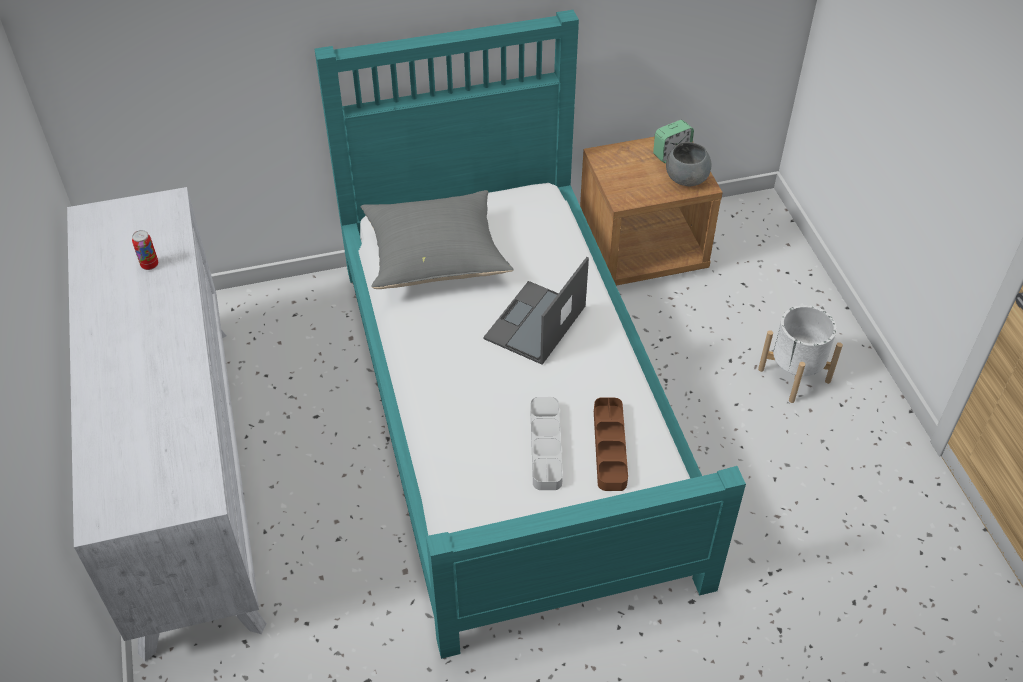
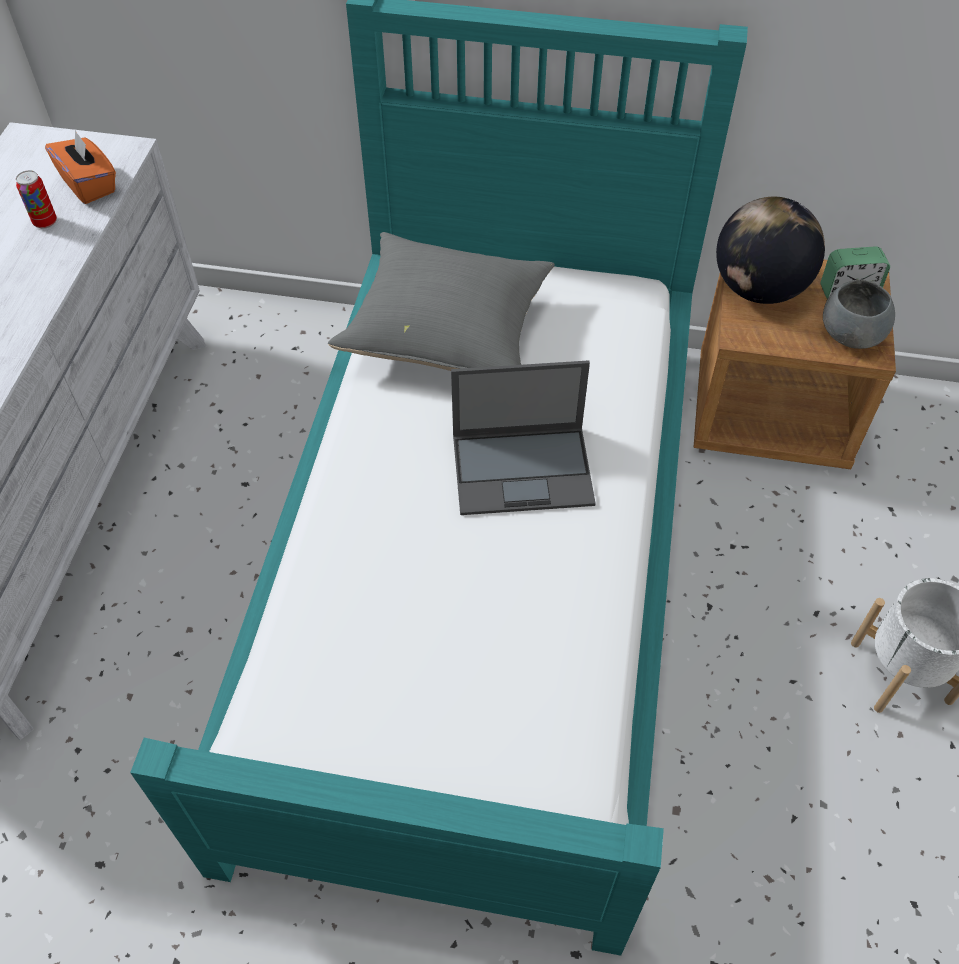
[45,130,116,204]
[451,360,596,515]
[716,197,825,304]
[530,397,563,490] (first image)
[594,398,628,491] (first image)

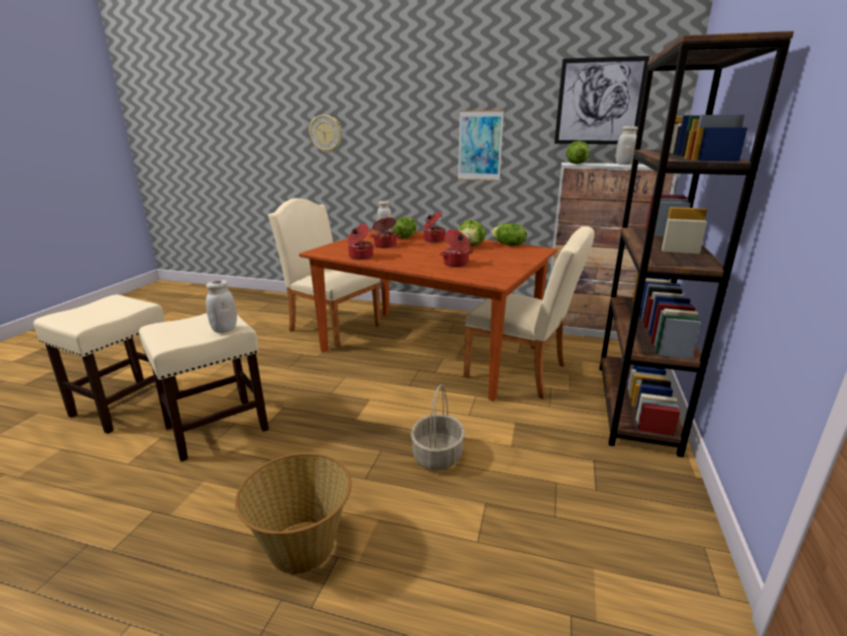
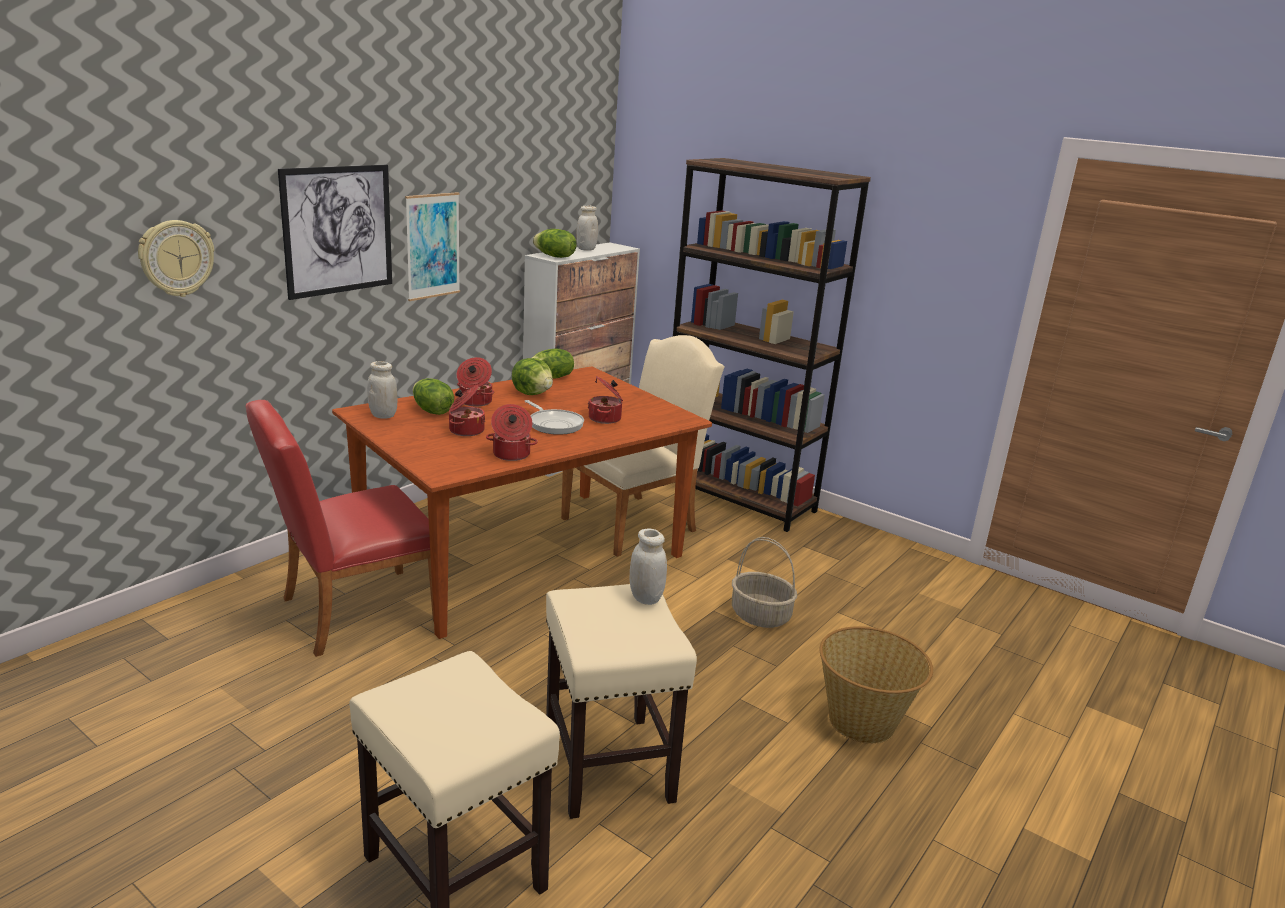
[246,400,434,657]
[278,165,392,300]
[525,400,584,435]

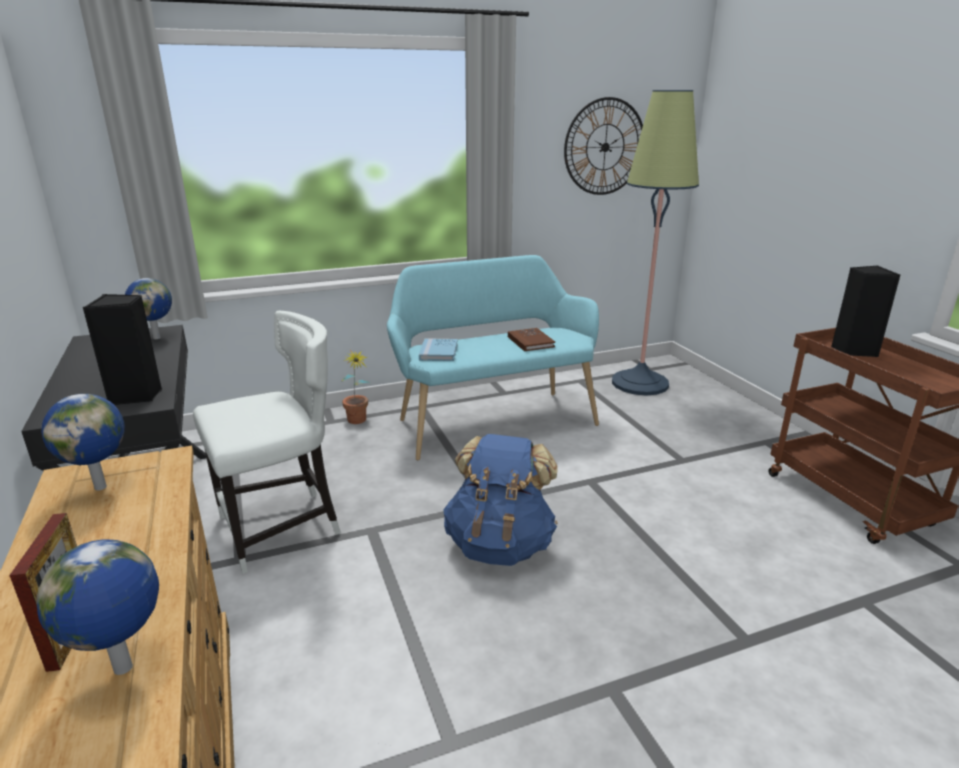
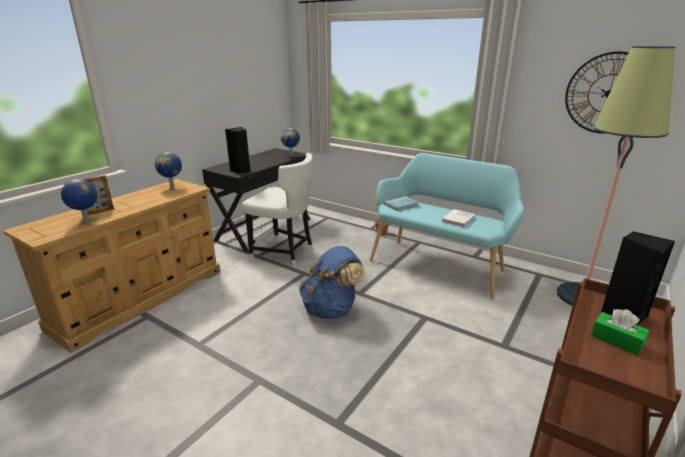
[442,209,475,227]
[591,309,650,355]

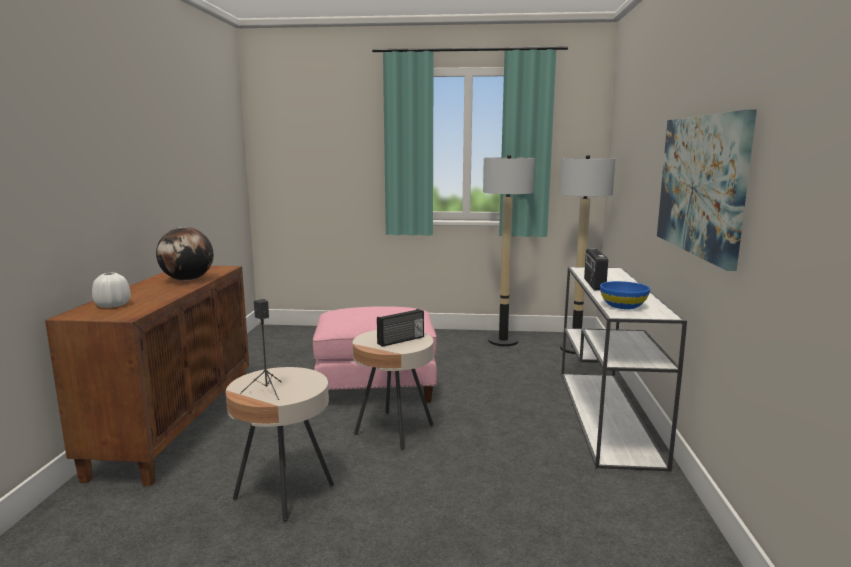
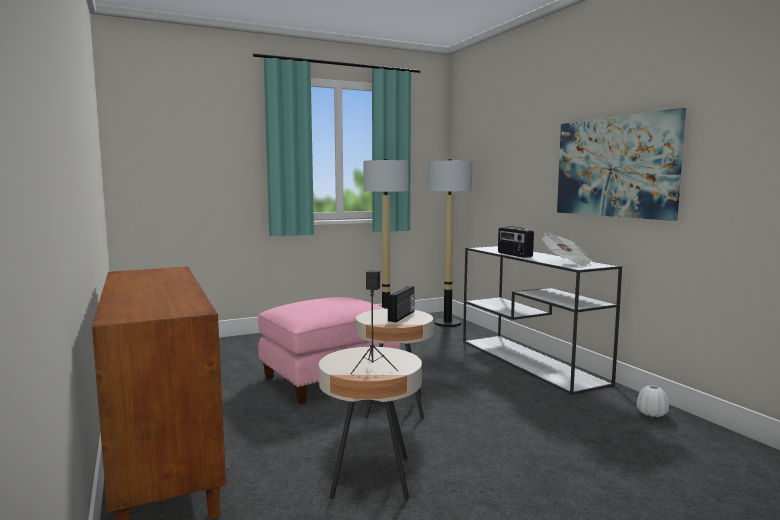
[542,233,593,267]
[637,385,669,417]
[156,227,214,281] (first image)

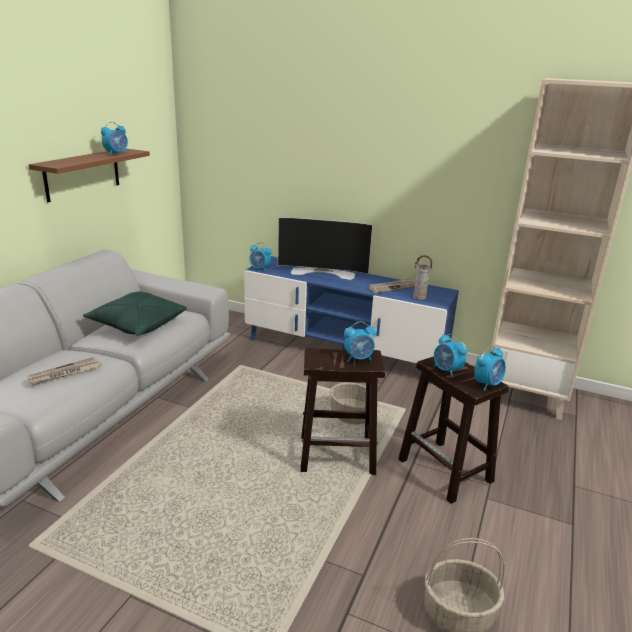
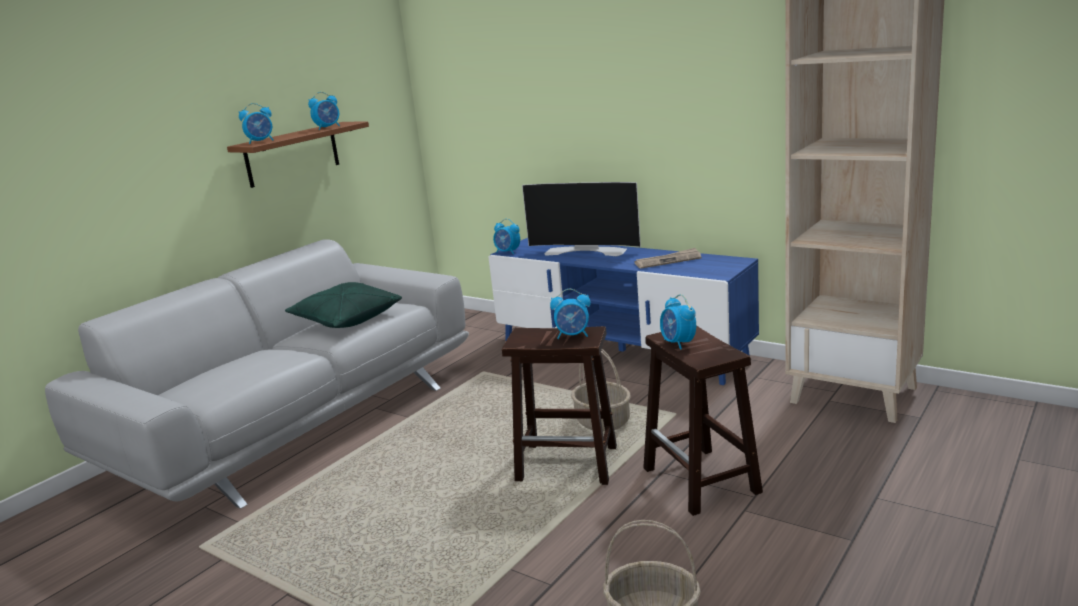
[239,103,273,144]
[27,357,102,386] (first image)
[413,255,432,299] (first image)

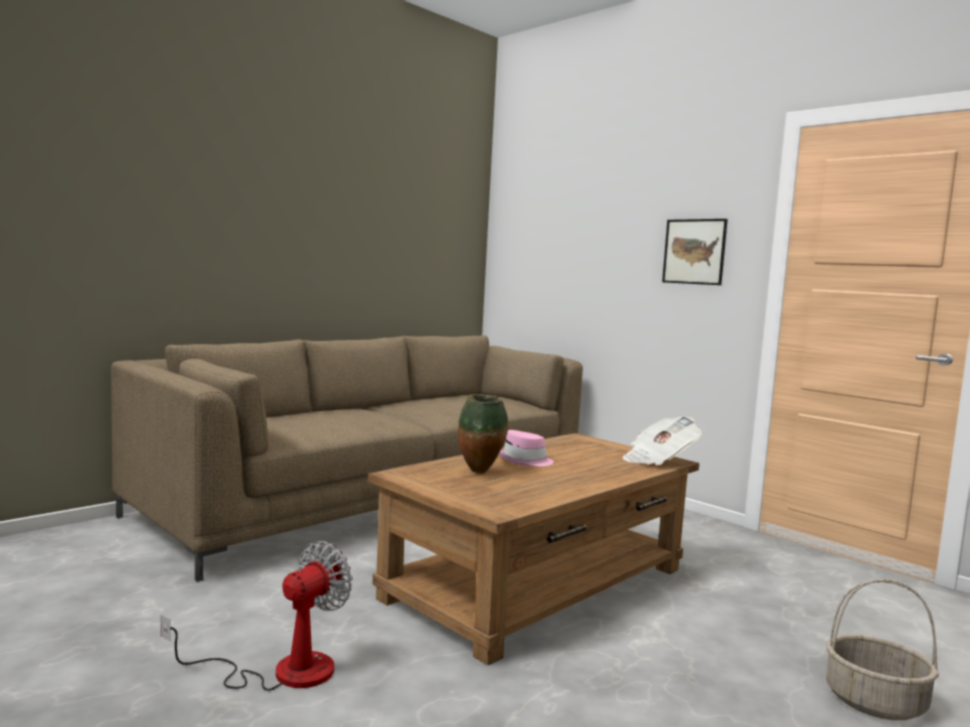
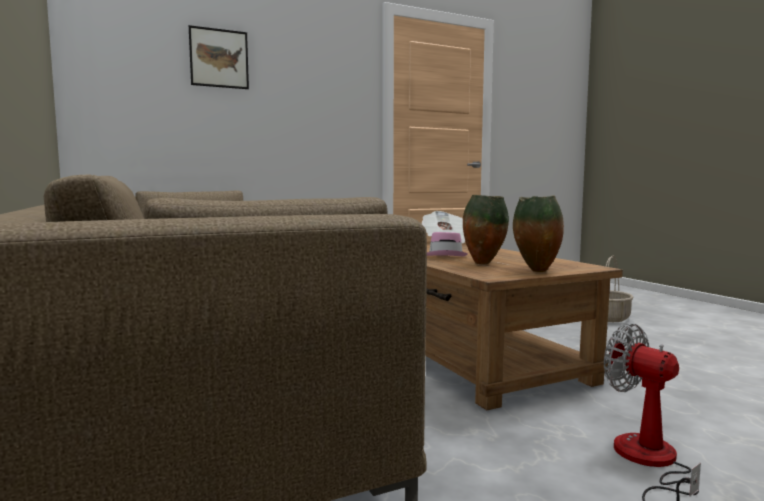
[189,25,249,89]
[513,196,564,272]

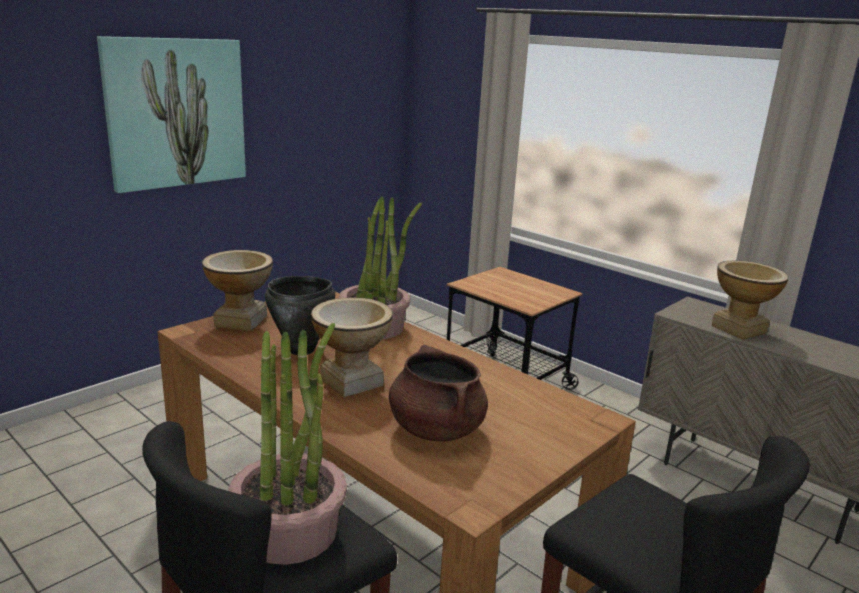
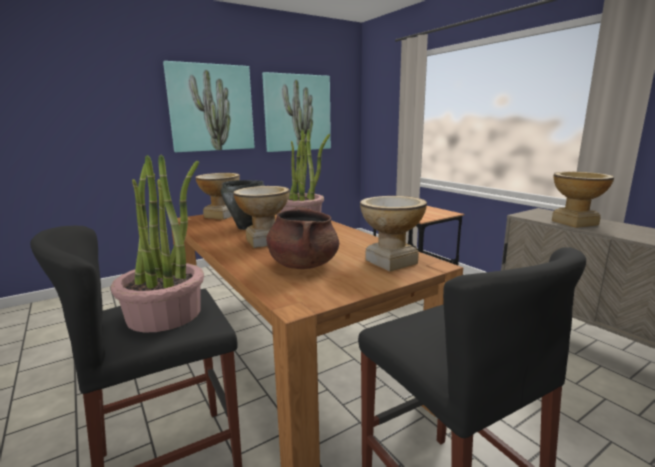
[262,72,331,152]
[360,196,427,272]

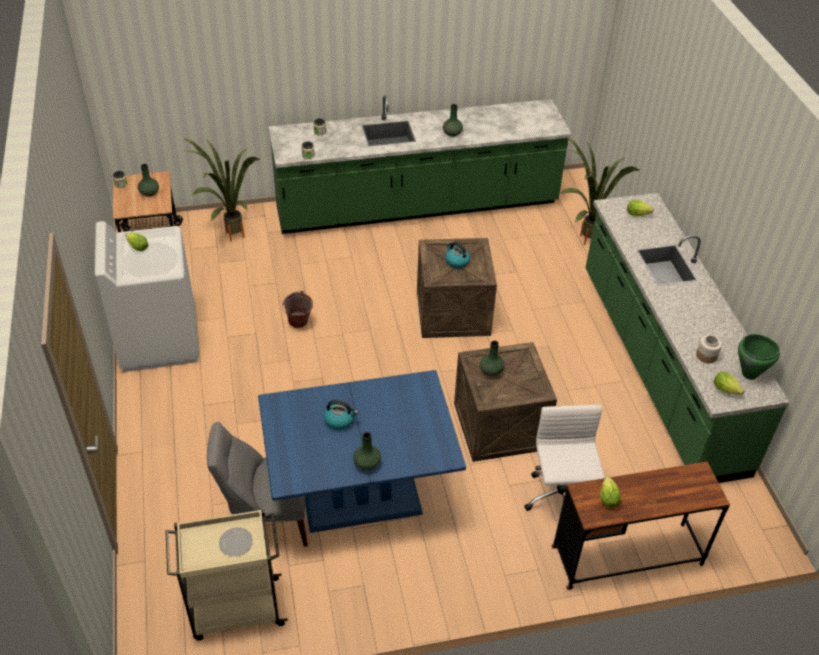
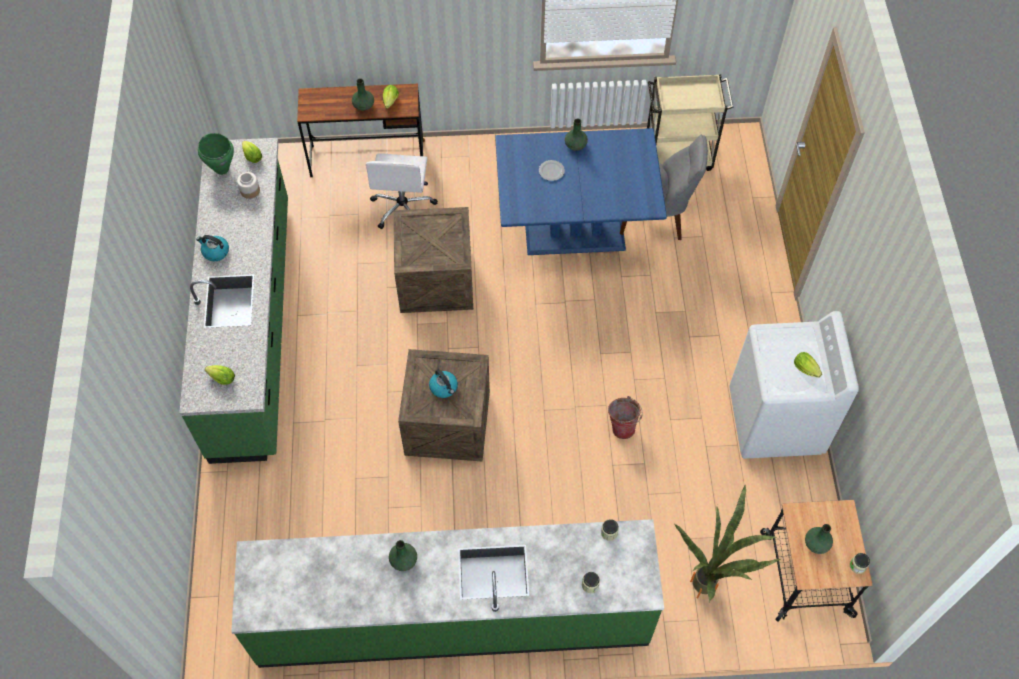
[196,235,229,261]
[352,78,374,111]
[539,160,565,181]
[561,138,639,245] (first image)

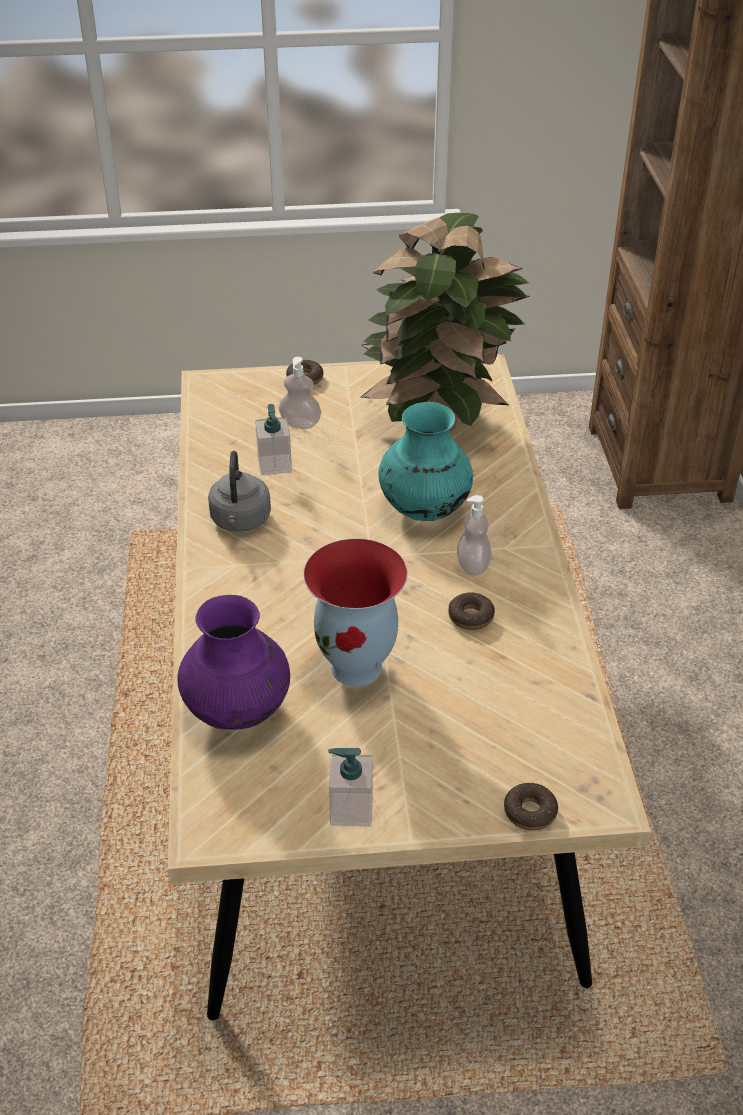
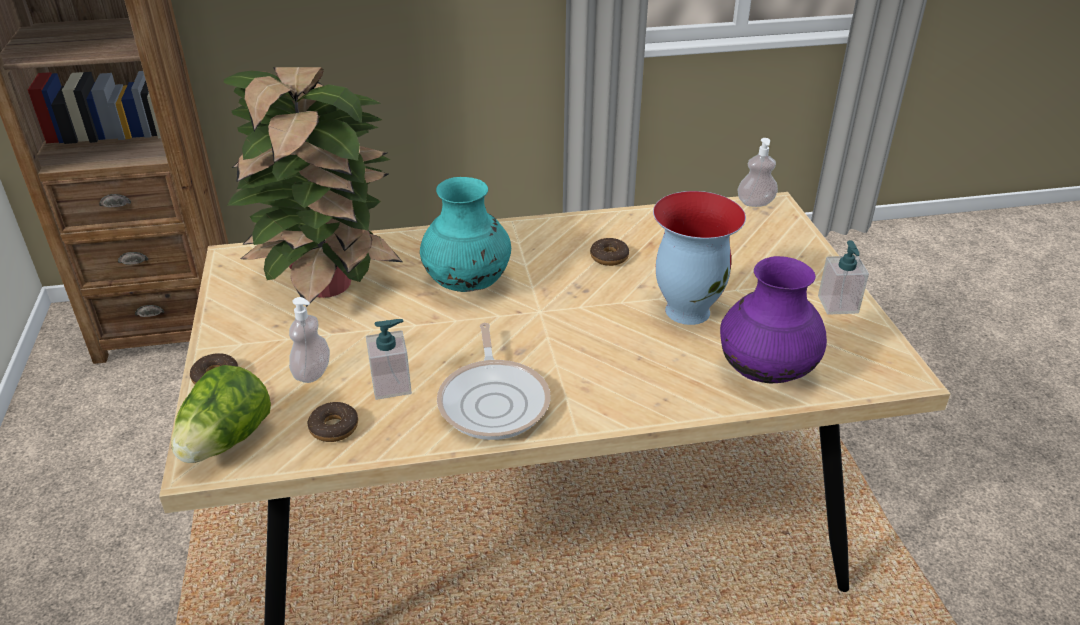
[171,365,271,463]
[308,402,358,442]
[437,323,551,440]
[737,138,778,207]

